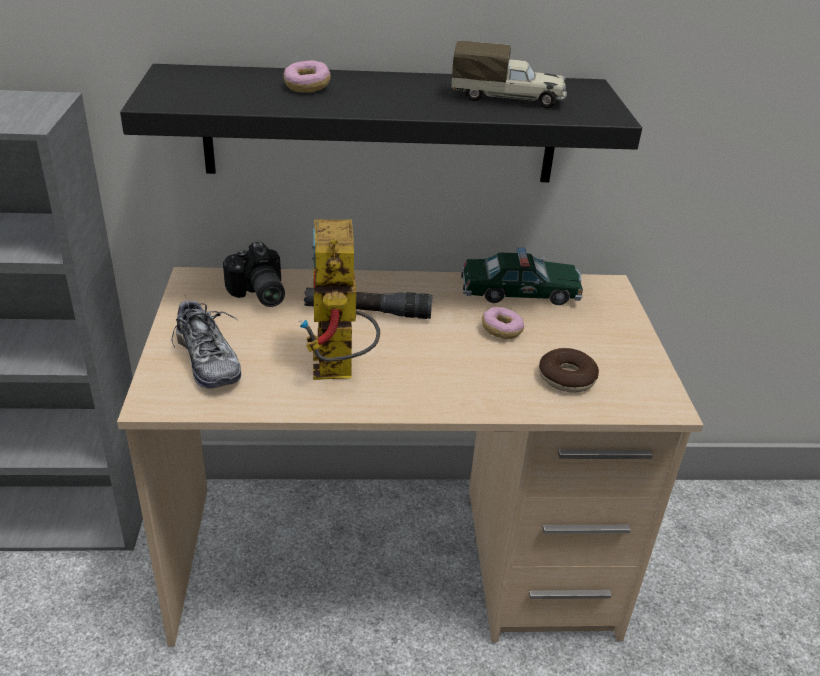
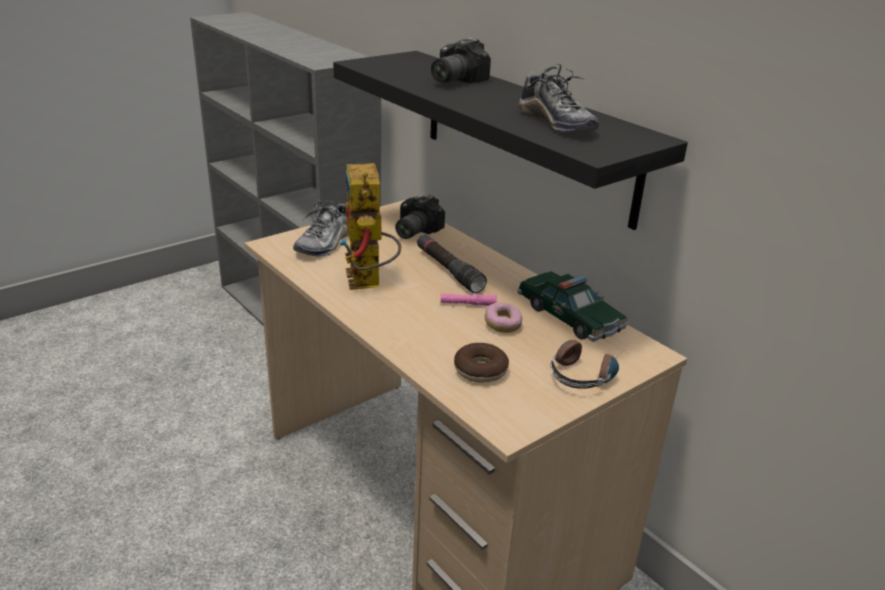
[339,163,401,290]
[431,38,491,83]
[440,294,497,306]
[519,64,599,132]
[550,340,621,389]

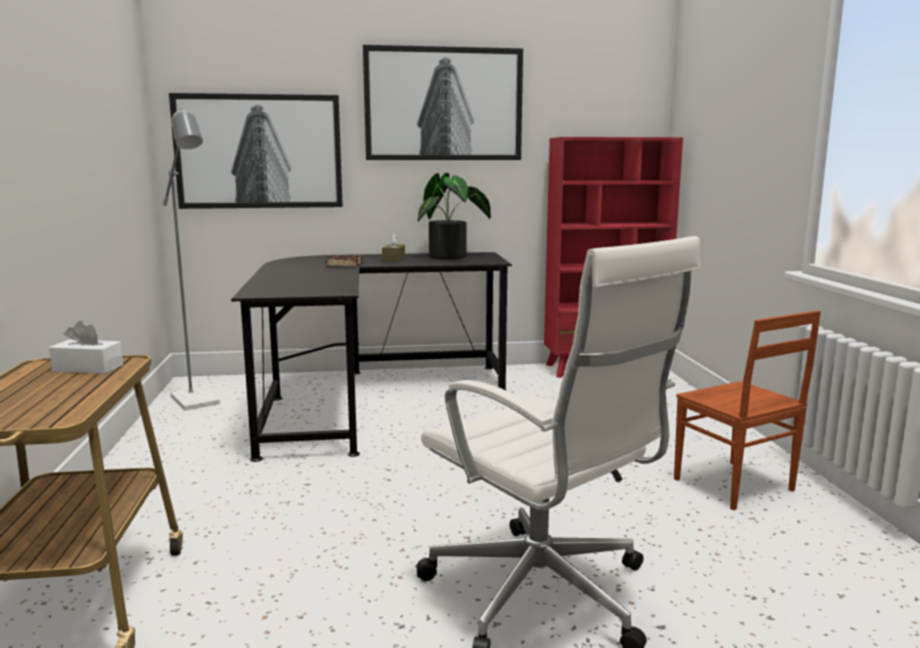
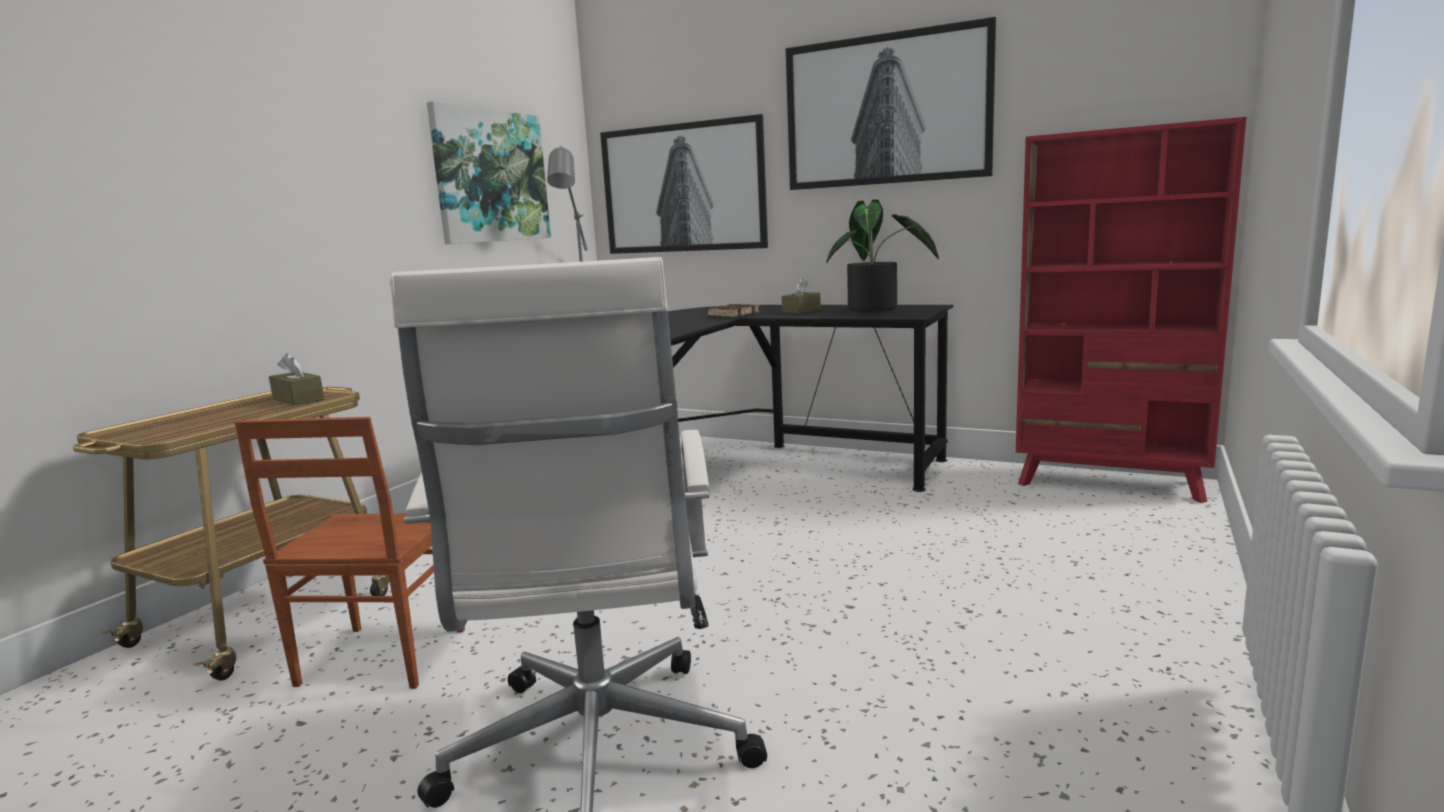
[234,417,465,689]
[269,353,324,405]
[427,101,551,244]

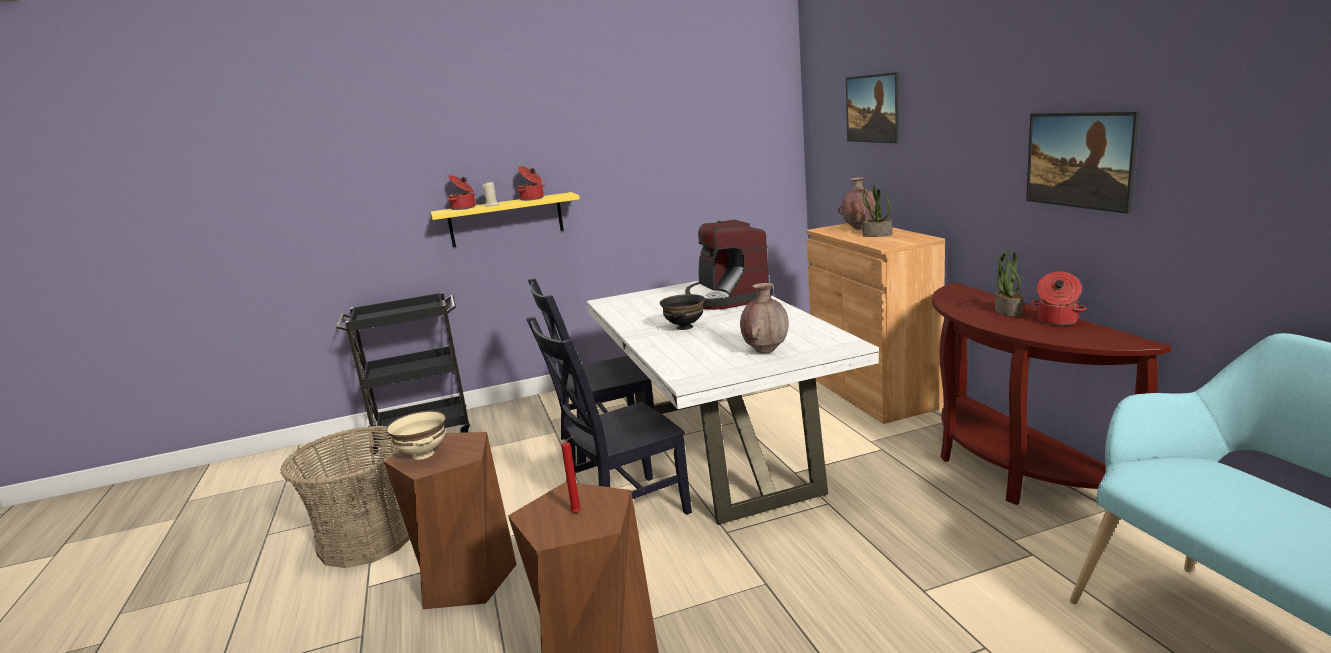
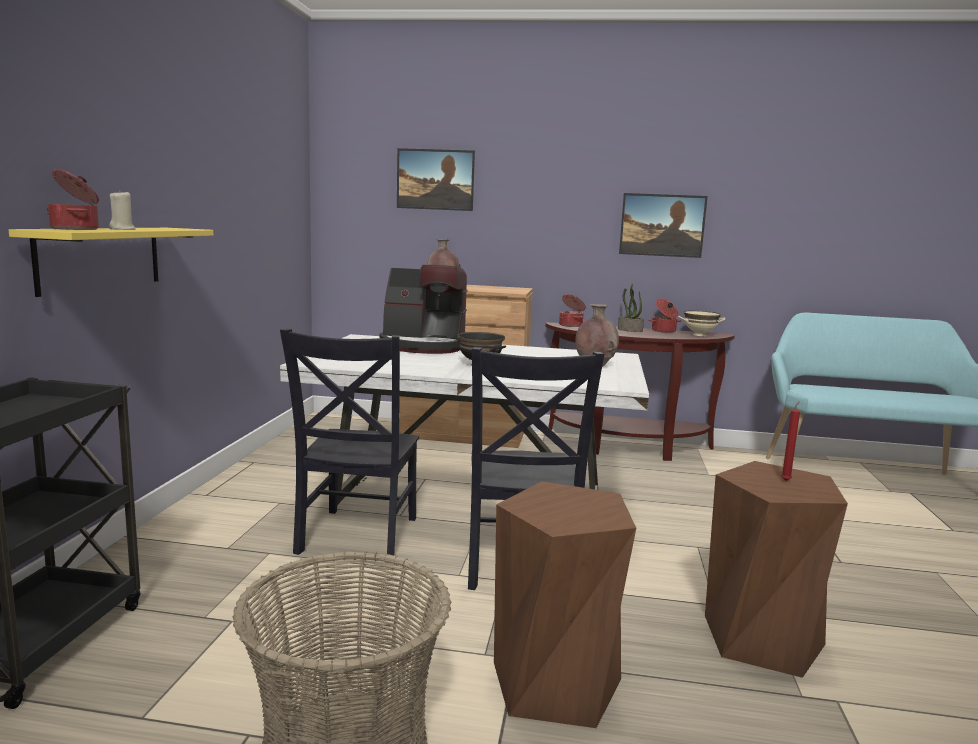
[559,294,586,327]
[678,311,726,336]
[862,183,892,237] (first image)

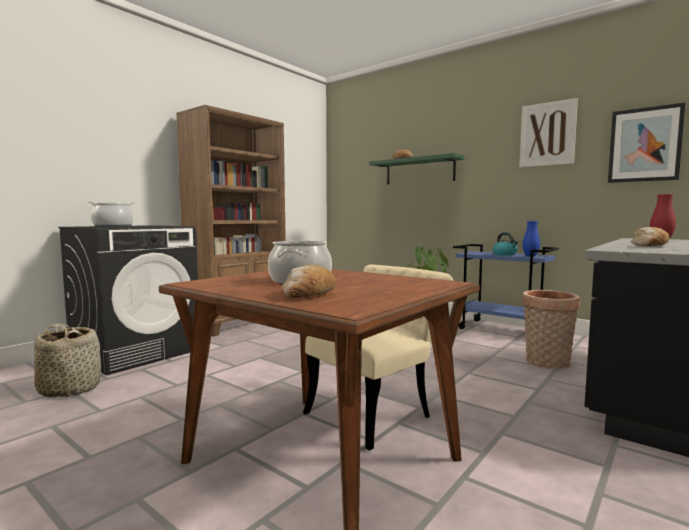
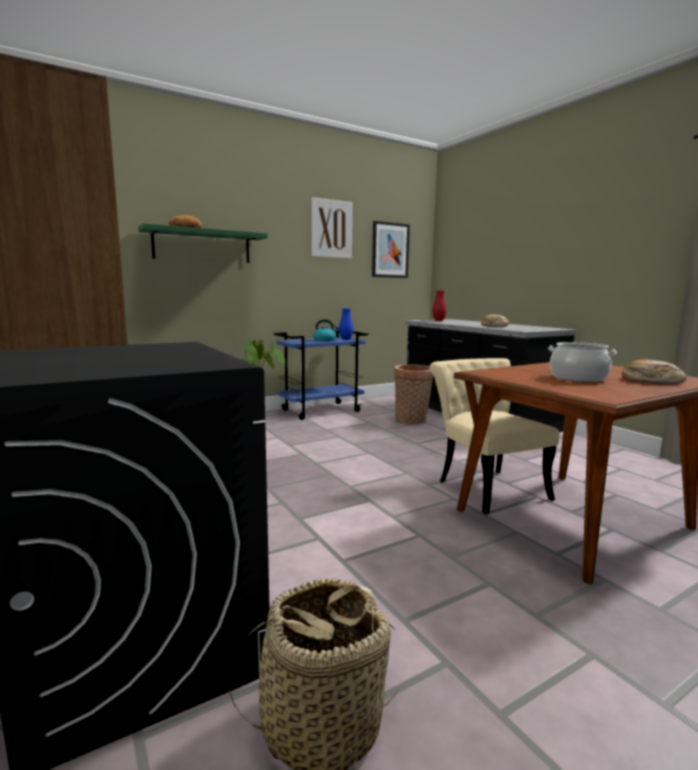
[88,201,135,227] (first image)

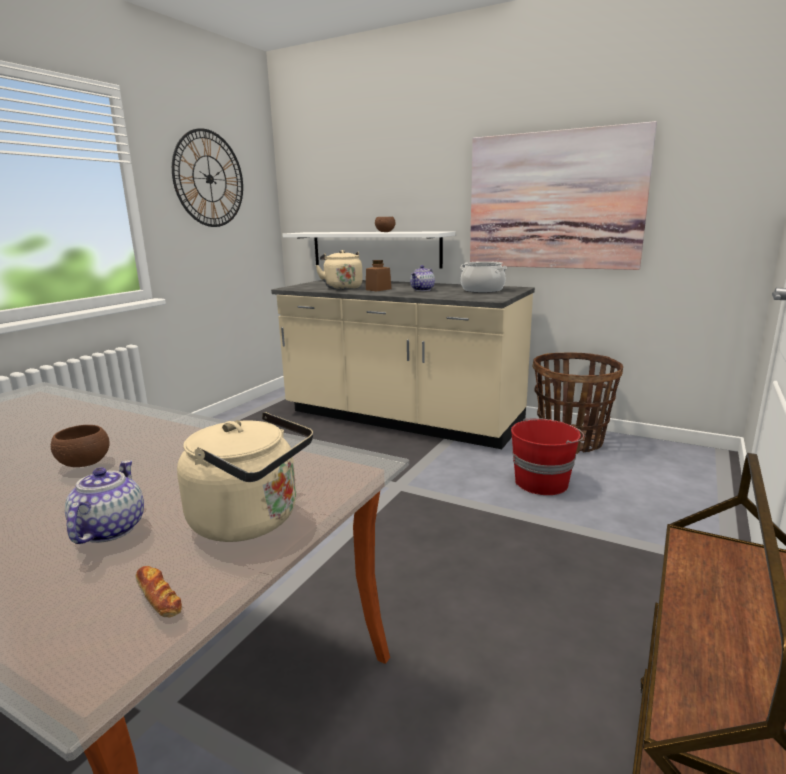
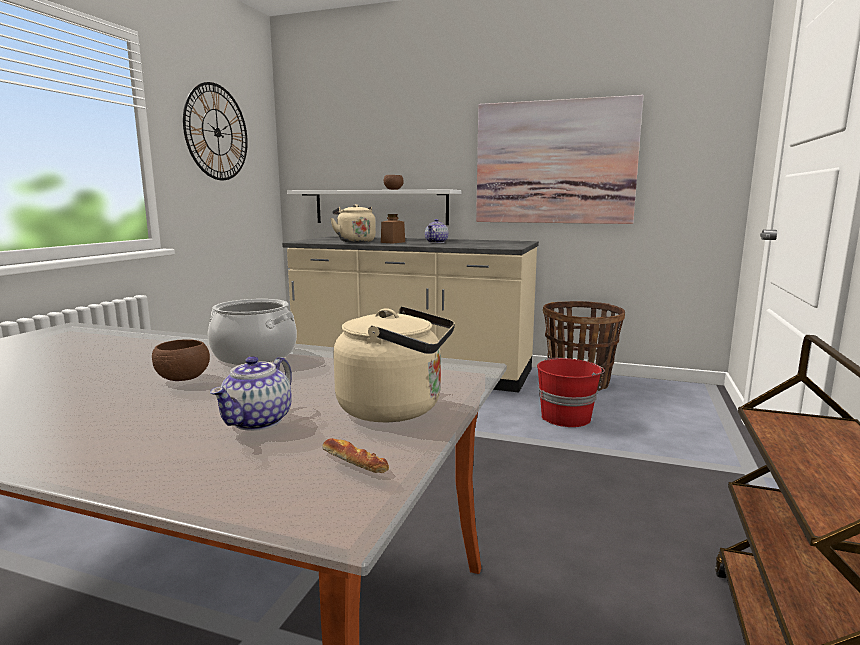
[208,299,297,365]
[210,356,292,431]

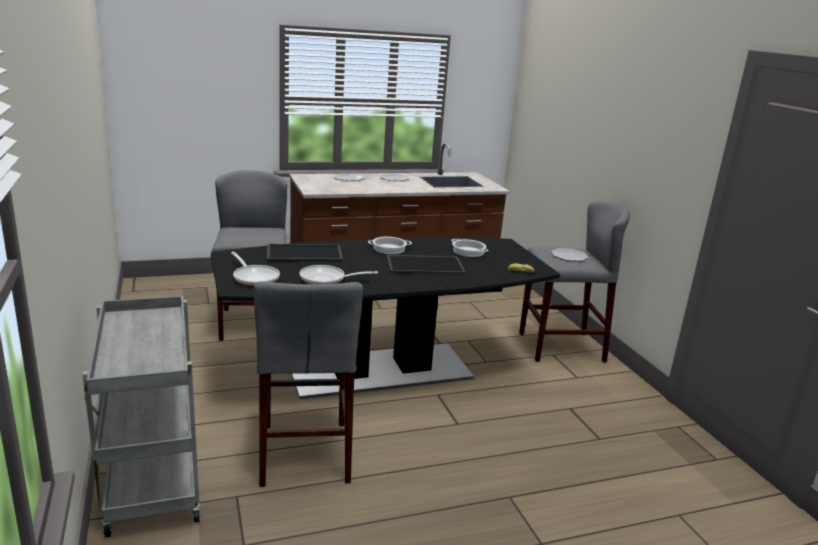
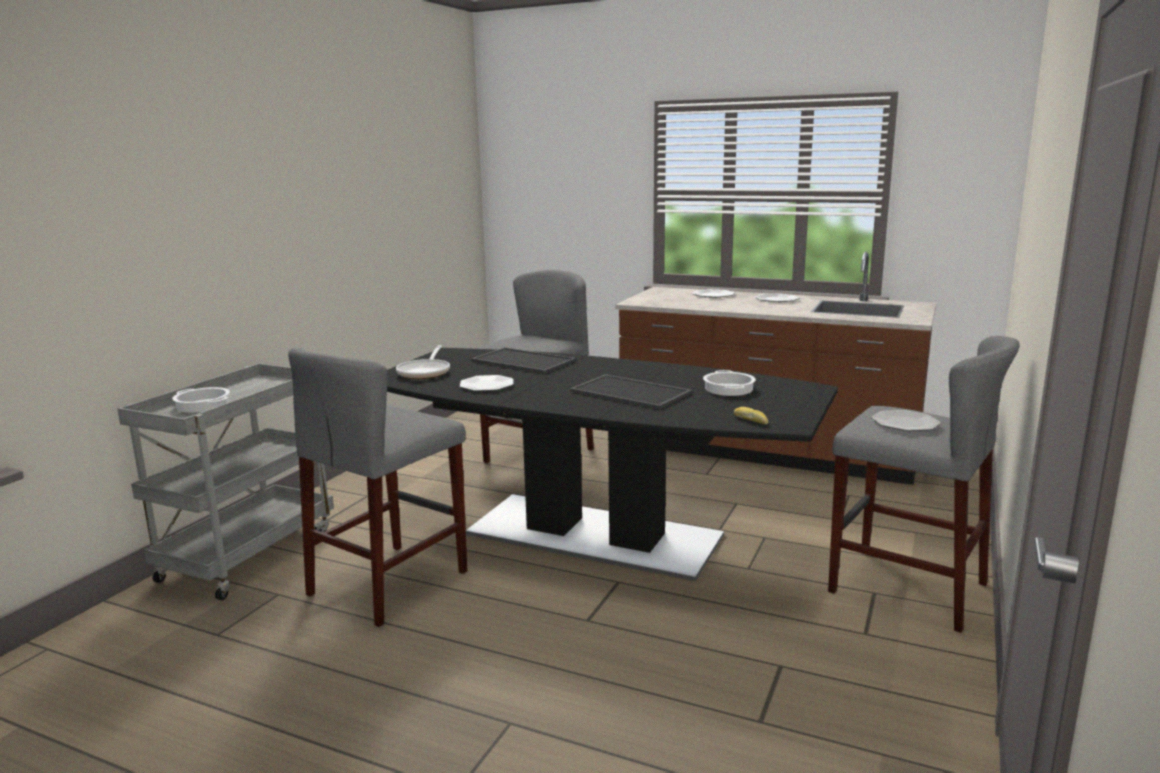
[172,387,230,413]
[460,375,513,391]

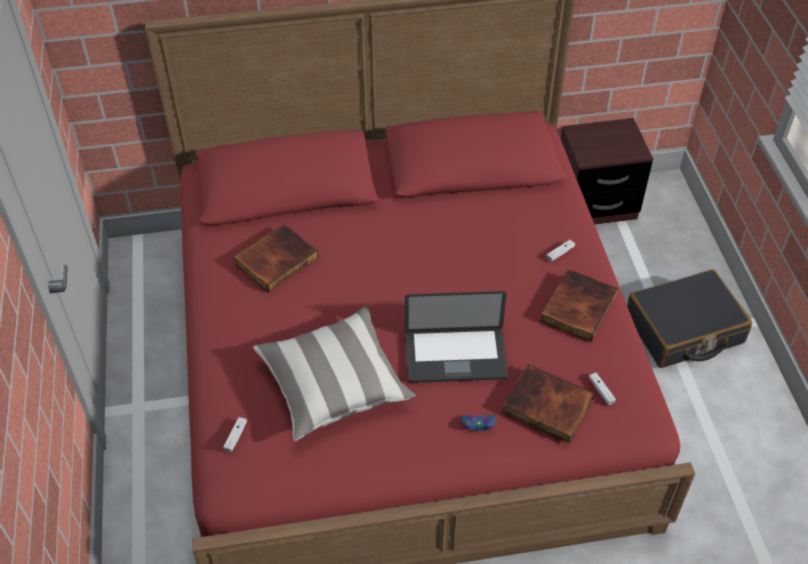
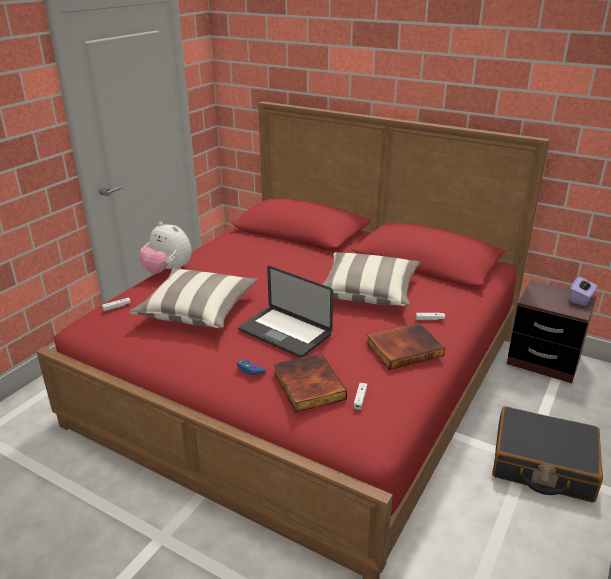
[138,222,192,274]
[322,252,420,306]
[569,277,597,306]
[234,224,318,293] (first image)

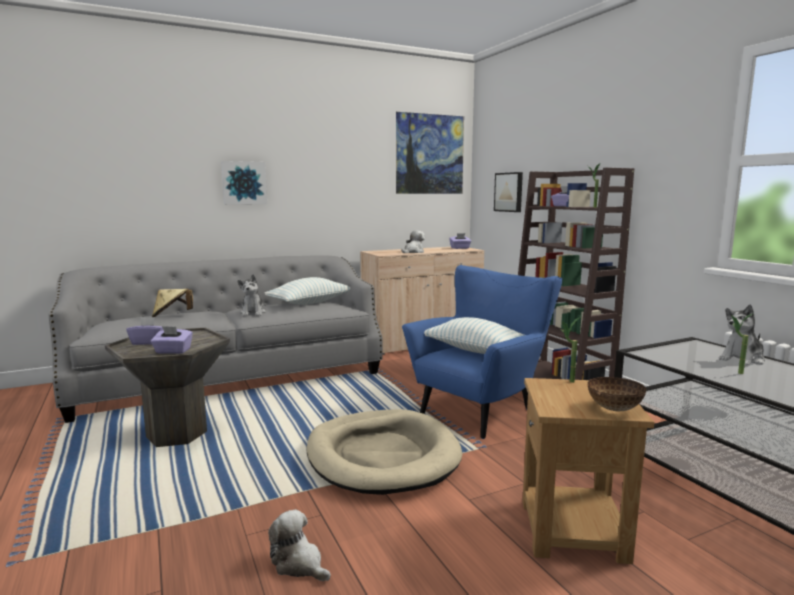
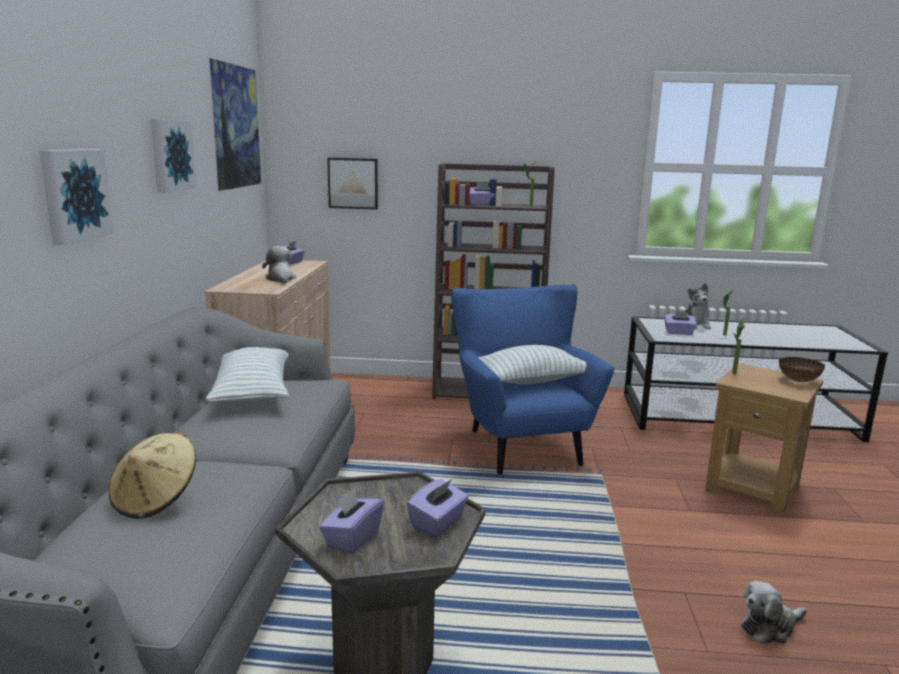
[150,119,196,193]
[664,311,697,335]
[237,274,266,316] (first image)
[306,409,462,495] (first image)

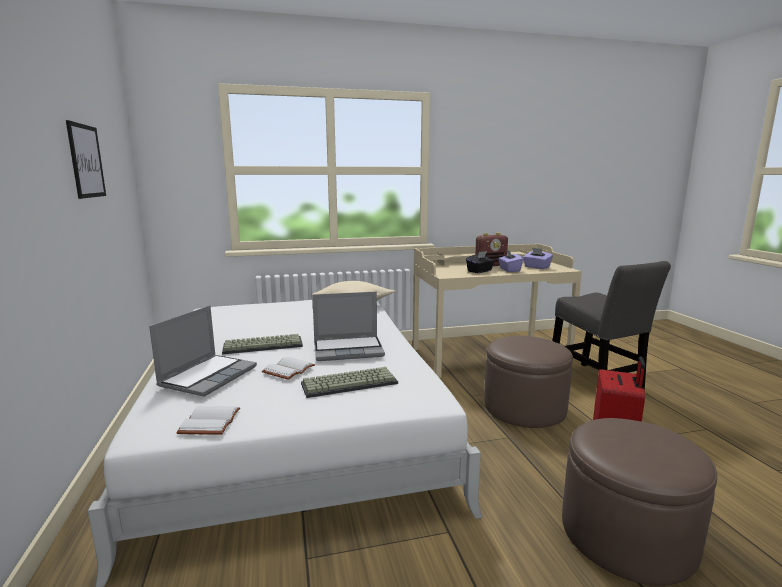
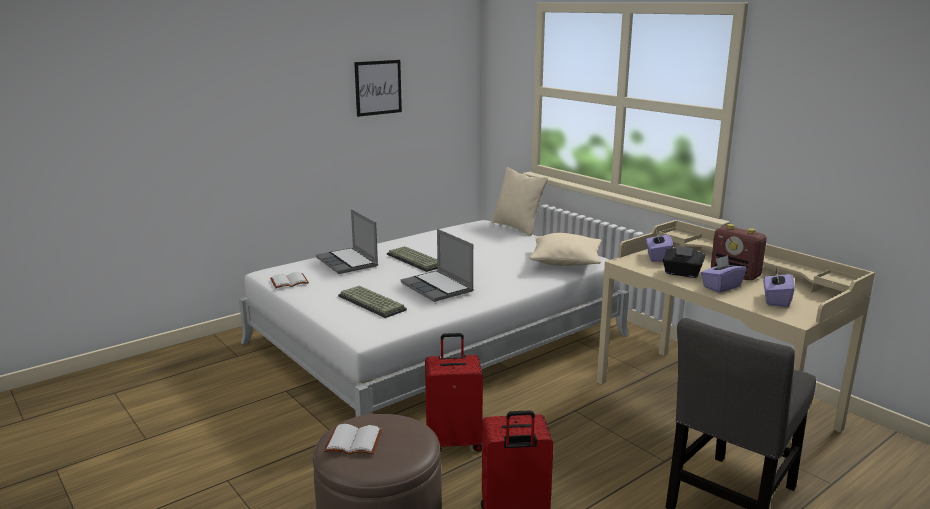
[316,209,378,274]
[324,424,382,455]
[425,333,483,452]
[491,167,548,236]
[646,230,673,262]
[484,336,573,428] (first image)

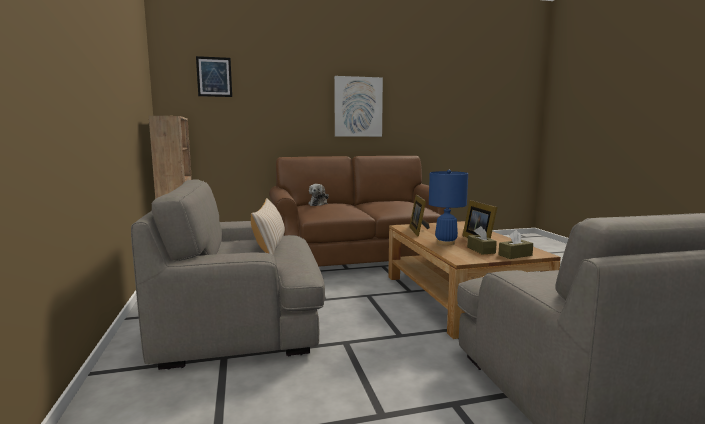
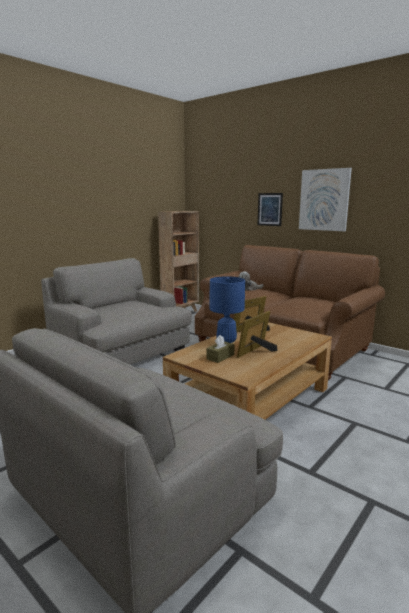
[258,193,283,226]
[251,198,285,255] (first image)
[498,230,533,259] (first image)

